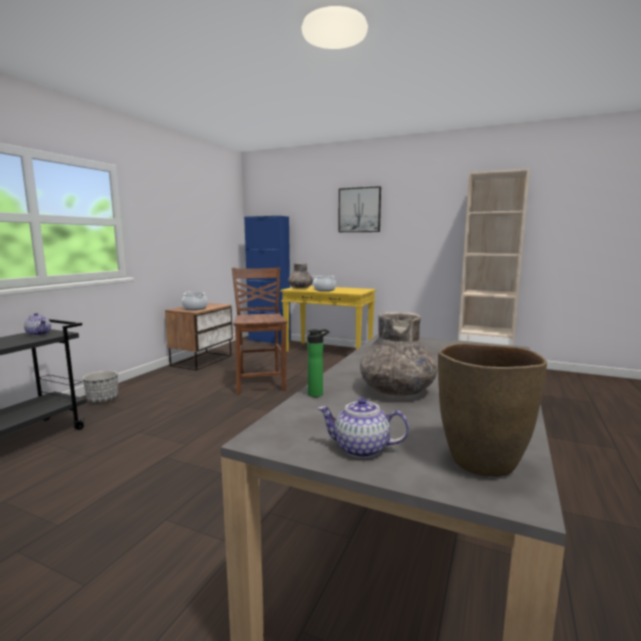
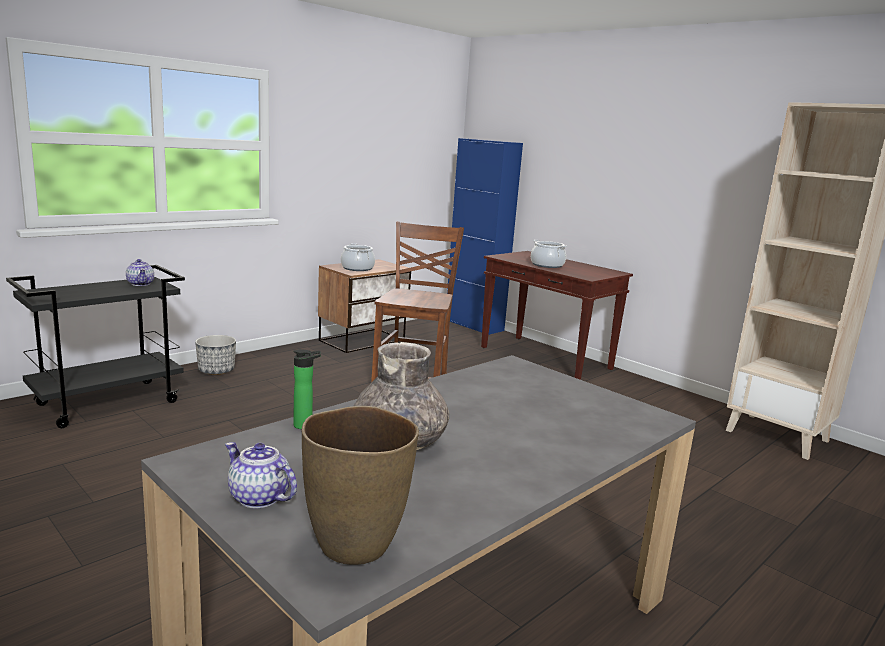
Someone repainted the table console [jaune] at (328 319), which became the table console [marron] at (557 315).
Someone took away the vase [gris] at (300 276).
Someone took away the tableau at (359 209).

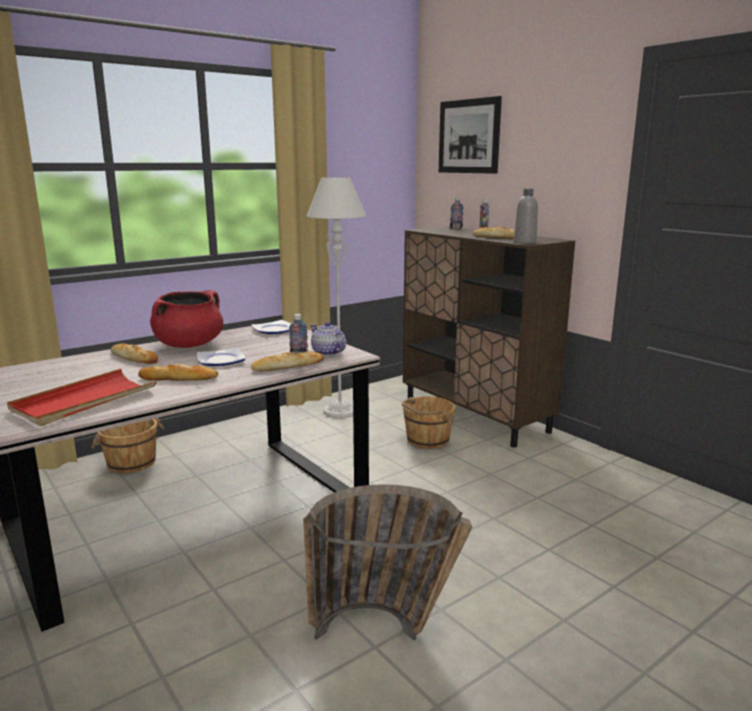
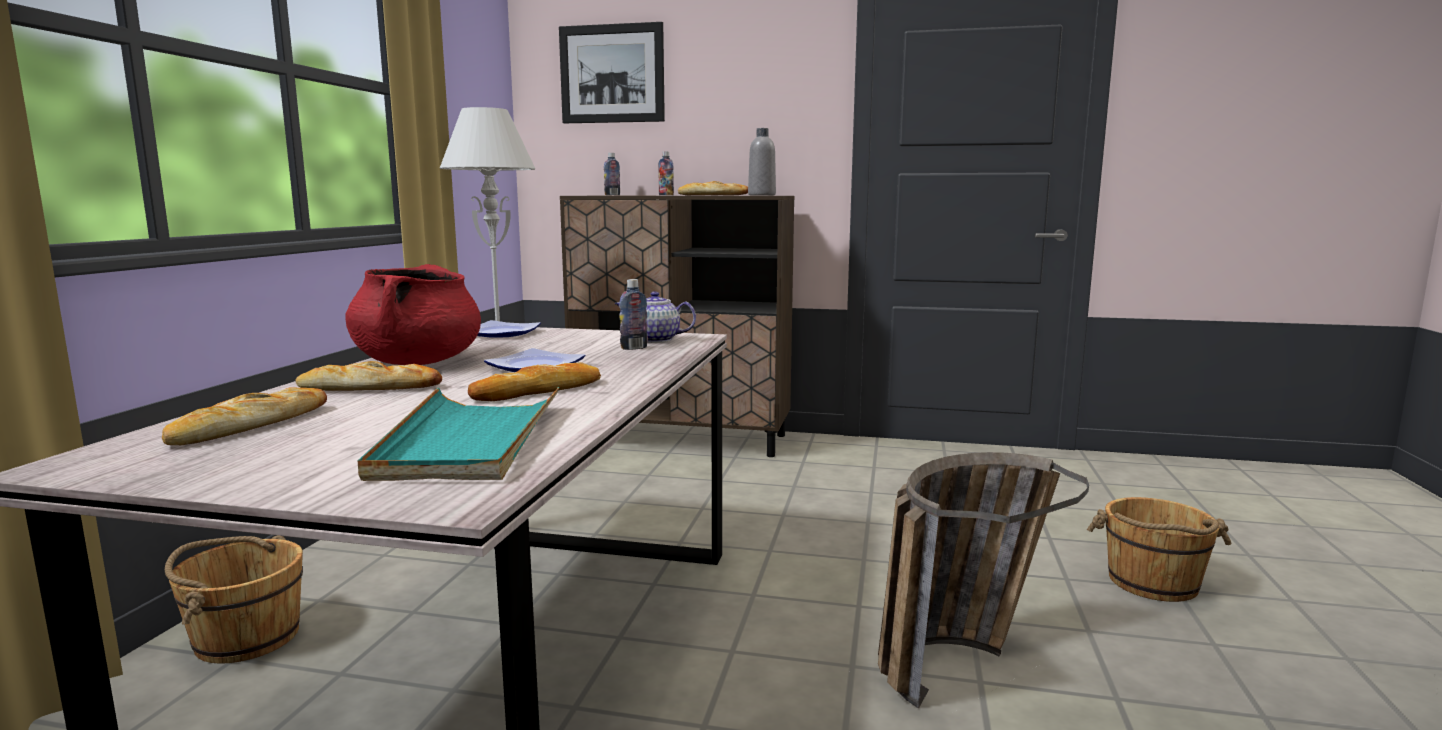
Someone carried the pain from (287 361) to (244 416).
Someone repainted the plateau [rouge] at (81 397), which became the plateau [turquoise] at (459 434).
Someone carried the seau [marron] from (428 422) to (1159 549).

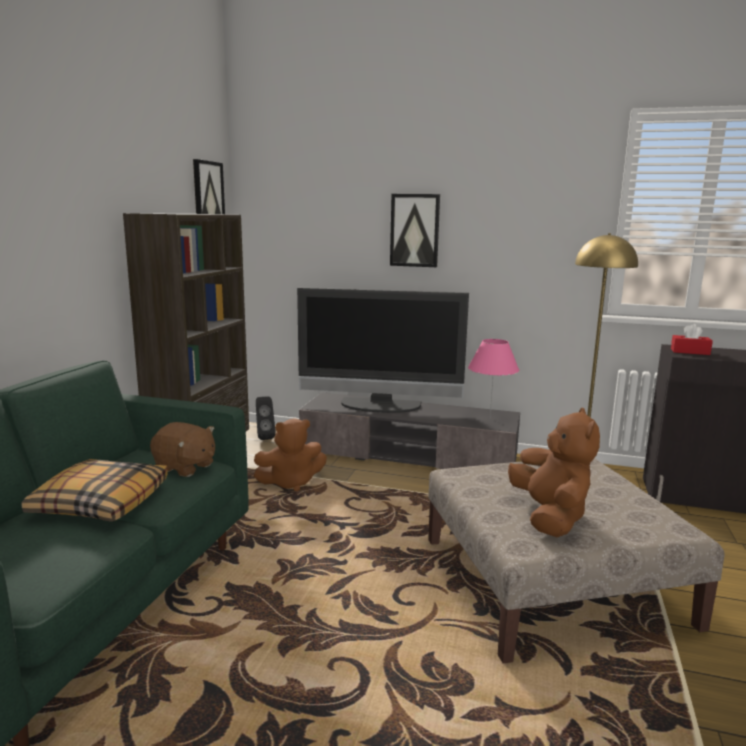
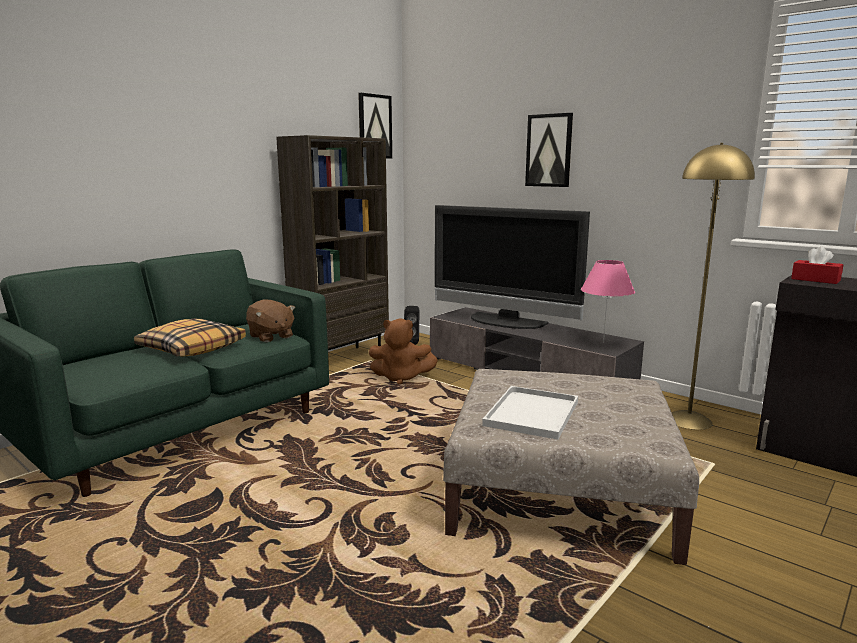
Someone swapped the peluche [marron] at (554 472) for the plateau [blanc] at (530 413).

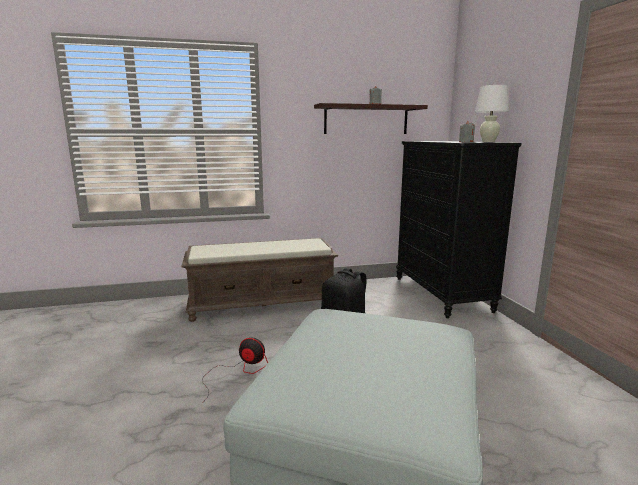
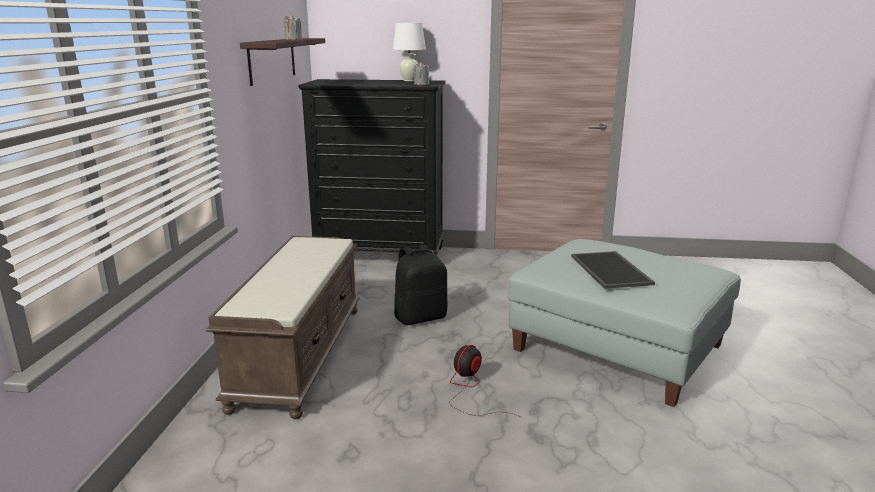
Someone put down the plateau at (613 270).

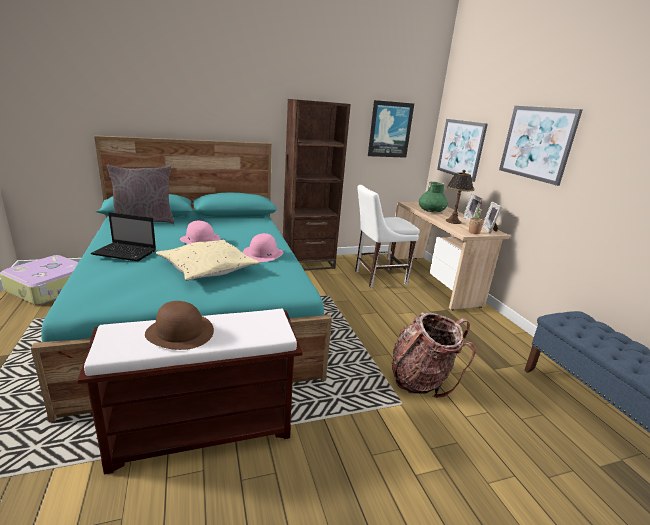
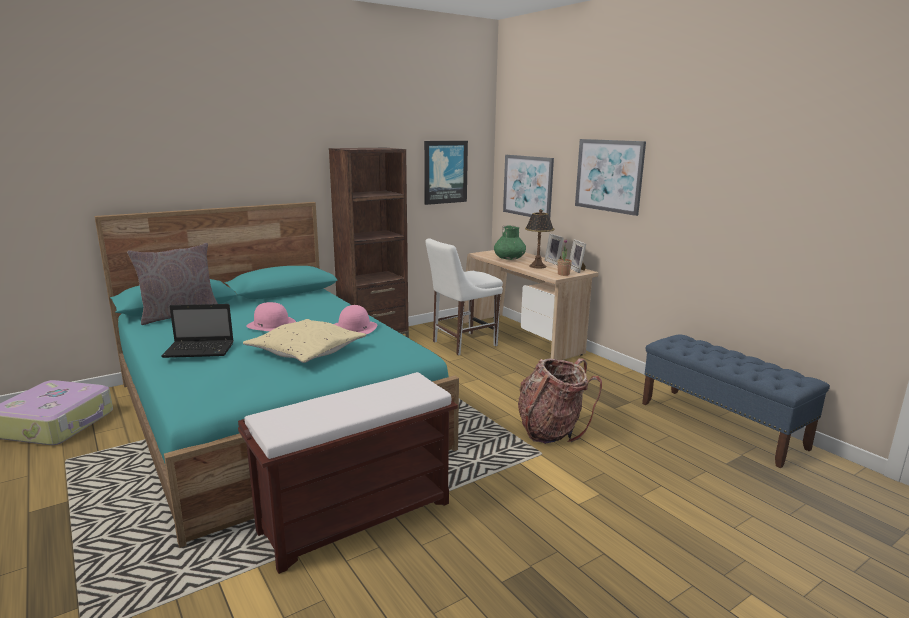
Someone took away the chapeau [marron] at (179 325).

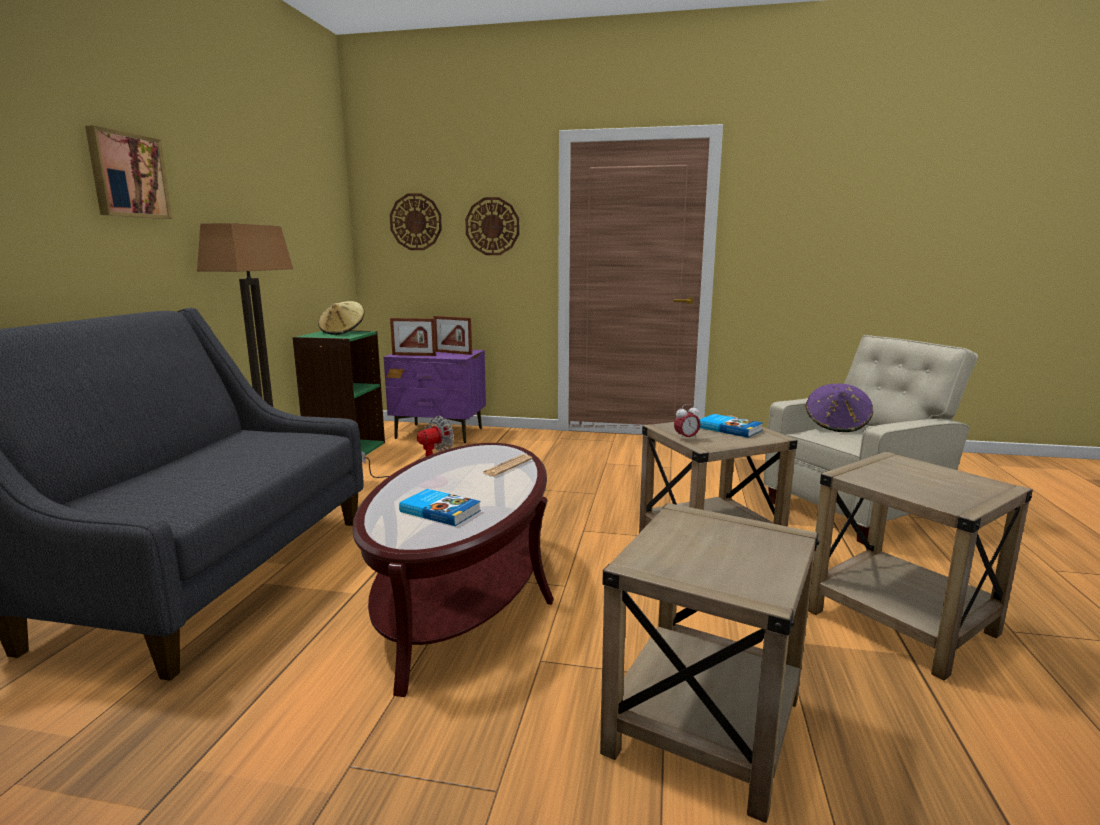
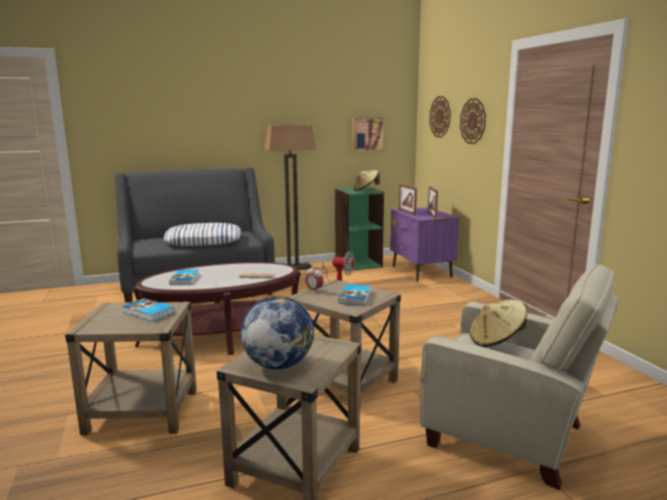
Someone put down the livre at (148 310).
Someone put down the coussin at (202 234).
Someone put down the globe at (277 332).
Someone carried the tableau from (128 172) to (368 135).
Someone repainted the chapeau [violet] at (839 407), which became the chapeau [beige] at (498 323).

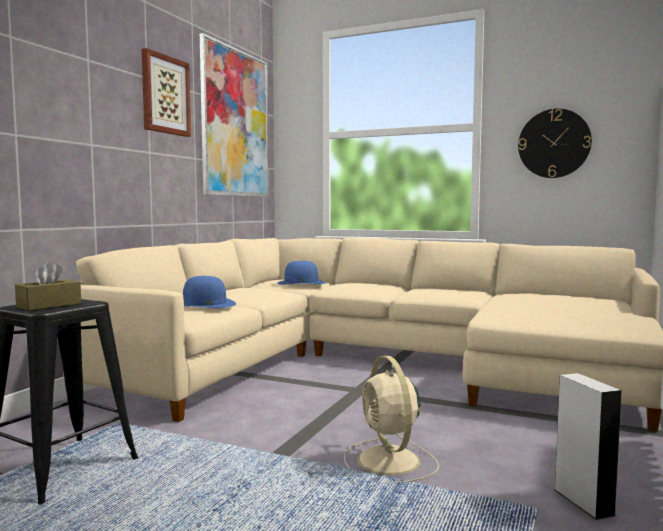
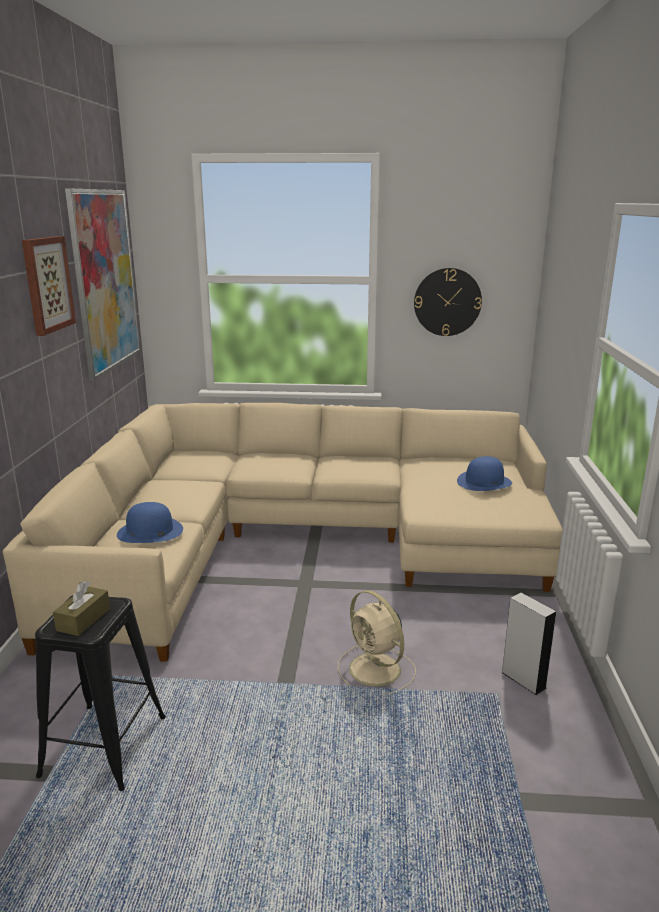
Someone carried the chapeau [bleu] from (301 272) to (484 473).

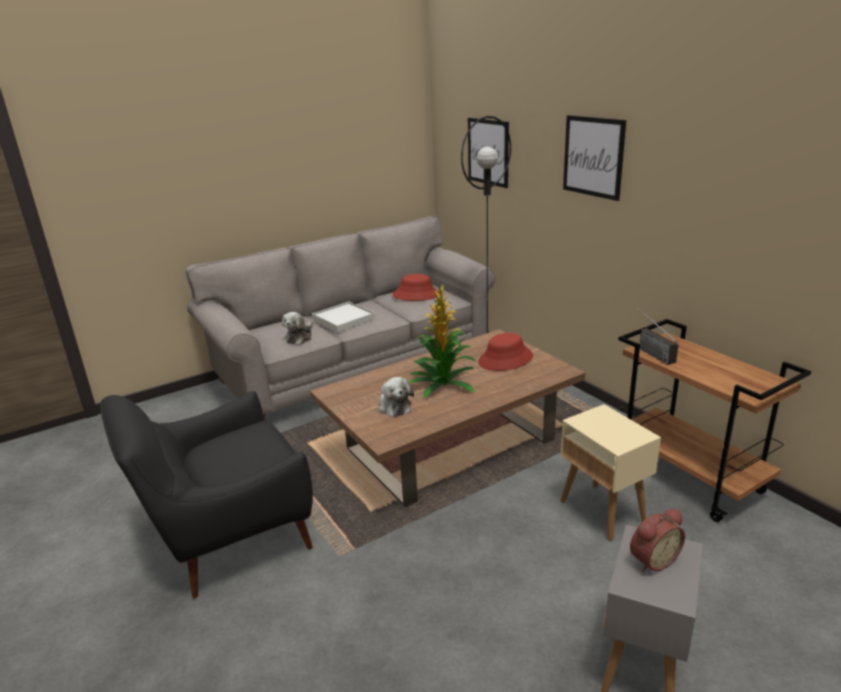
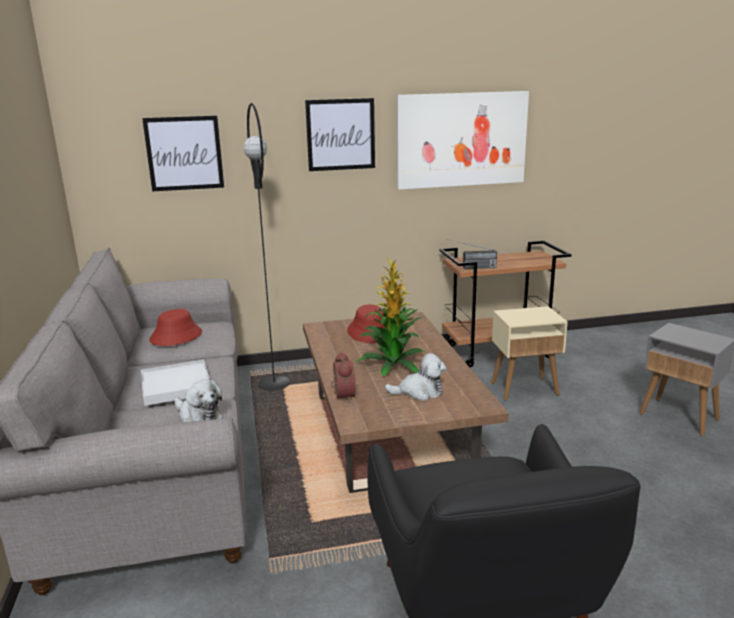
Someone carried the réveil from (657 540) to (343 377).
Someone put up the tableau at (462 140).

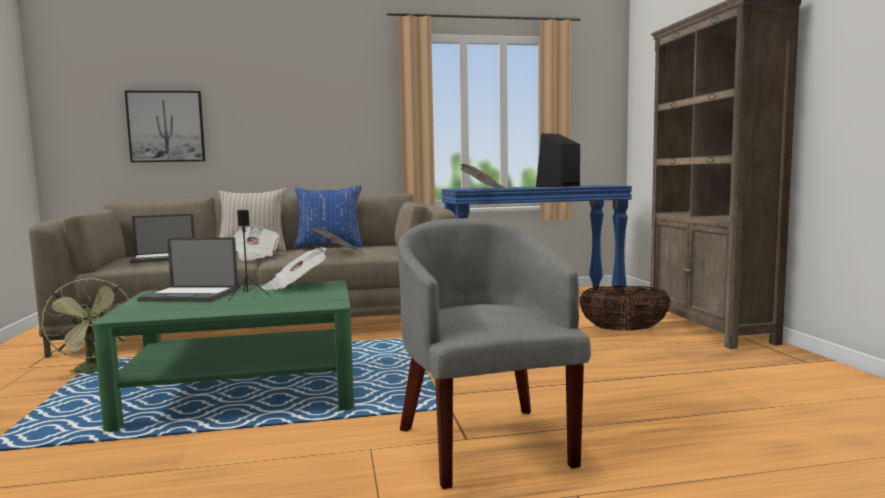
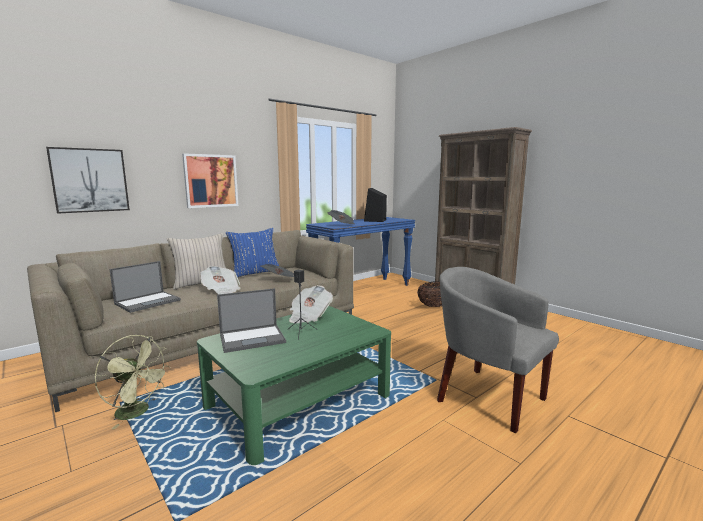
Someone put up the tableau at (210 180).

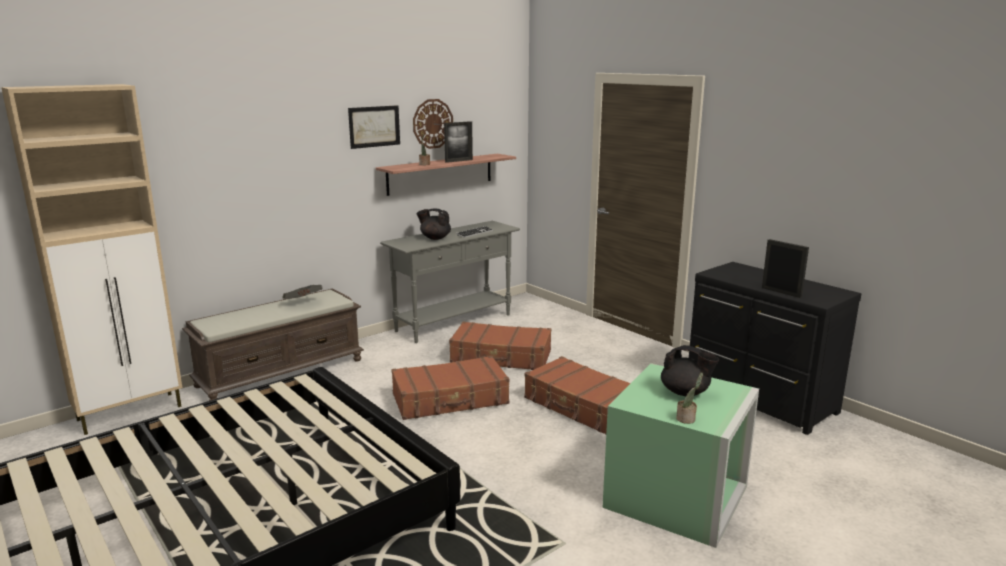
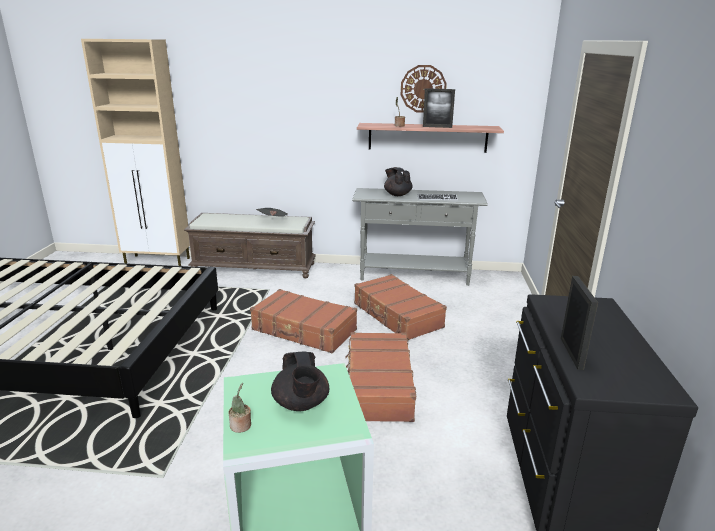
Someone took away the tableau at (374 127).

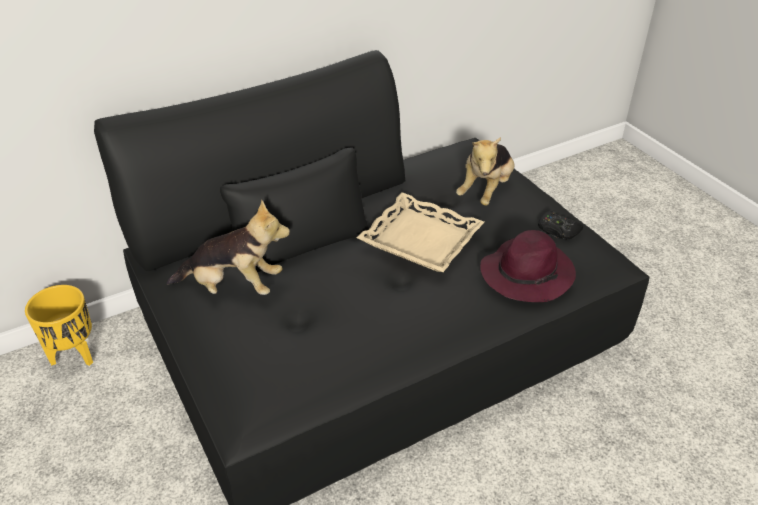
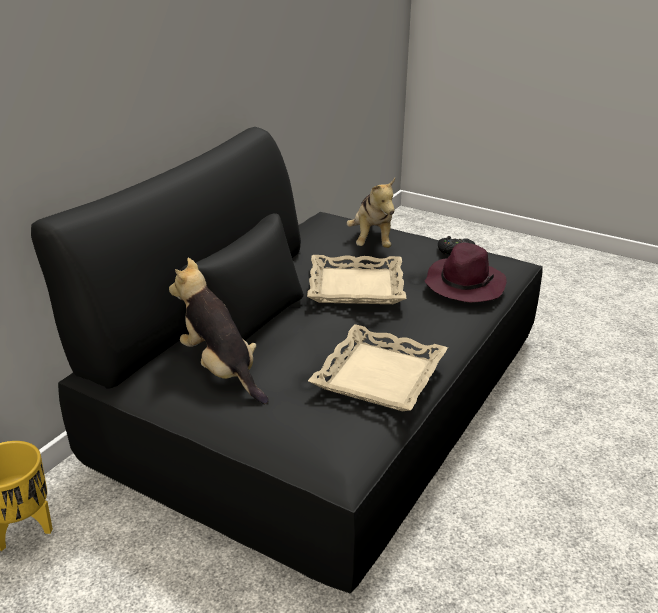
Someone rotated the peluche at (228 247) by 105 degrees counterclockwise.
Someone put down the plateau [beige] at (378 367).

